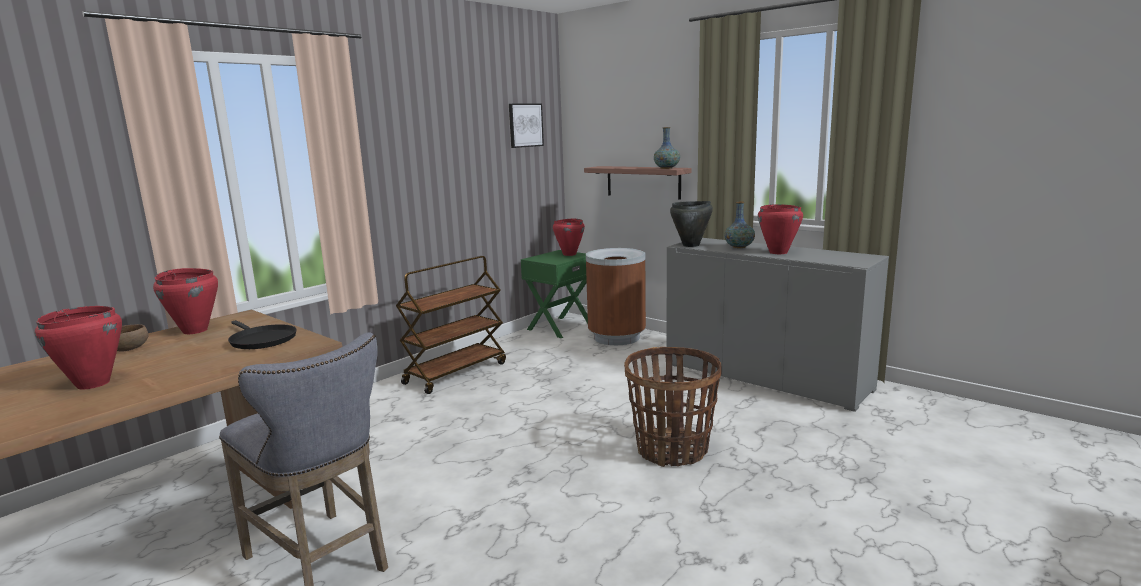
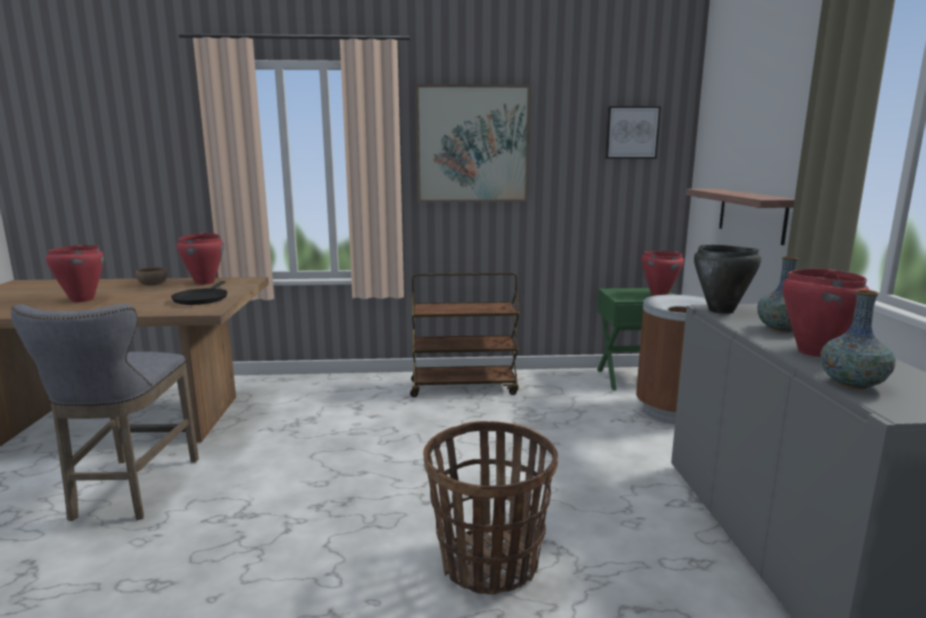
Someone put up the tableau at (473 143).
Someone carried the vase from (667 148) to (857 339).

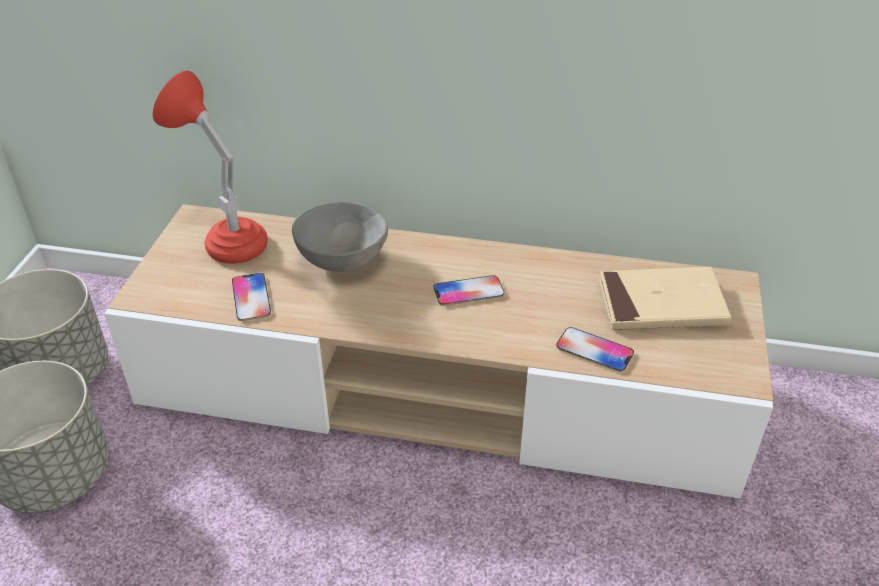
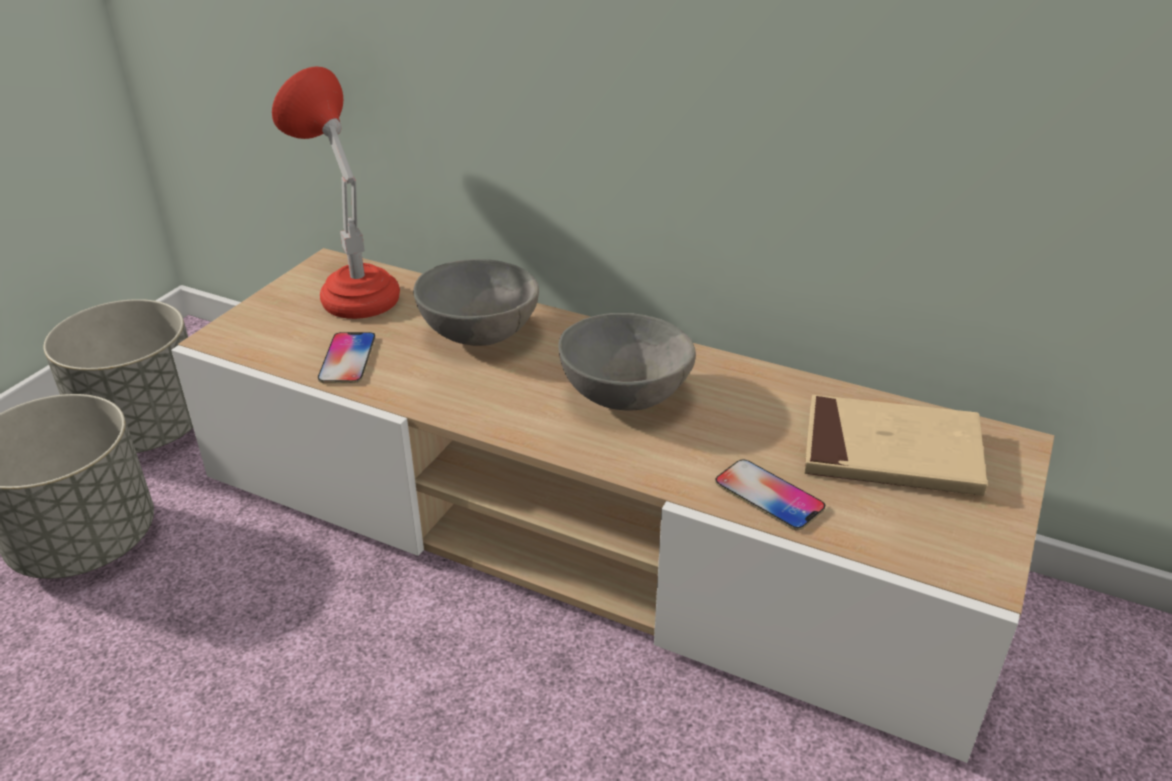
Someone swapped the téléphone at (468 290) for the bol [gris] at (627 362).

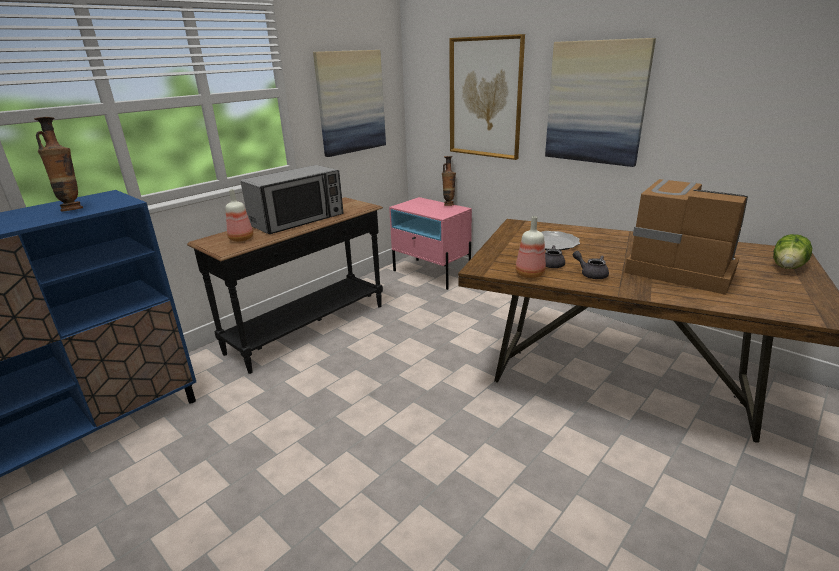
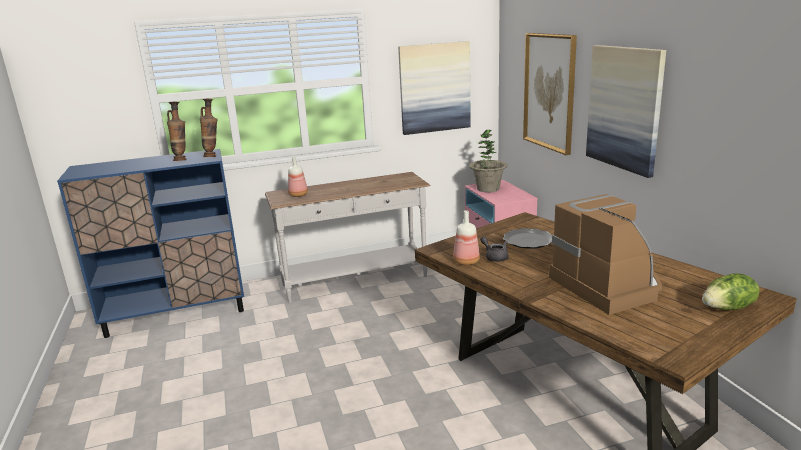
Someone carried the vase from (449 181) to (209 128).
Someone repainted the table console [noir] at (285 285), which became the table console [blanc] at (348 237).
Someone put down the plante en pot at (488 161).
Someone took away the micro-ondes at (292 199).
Someone took away the théière [gris] at (591 265).

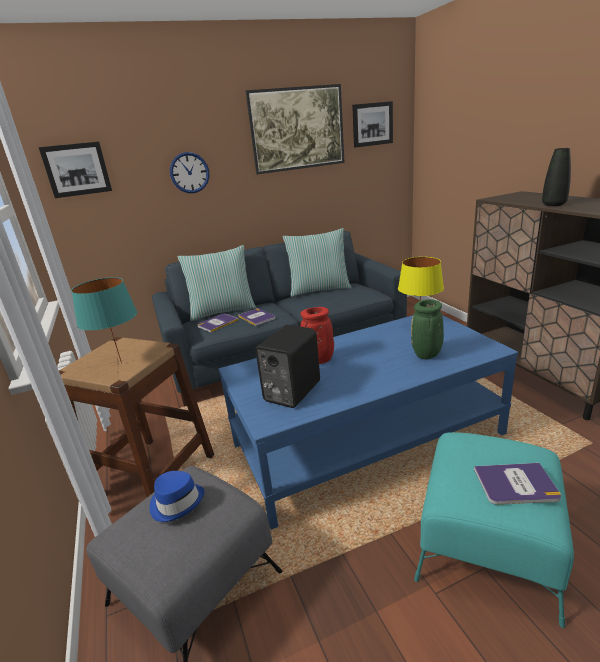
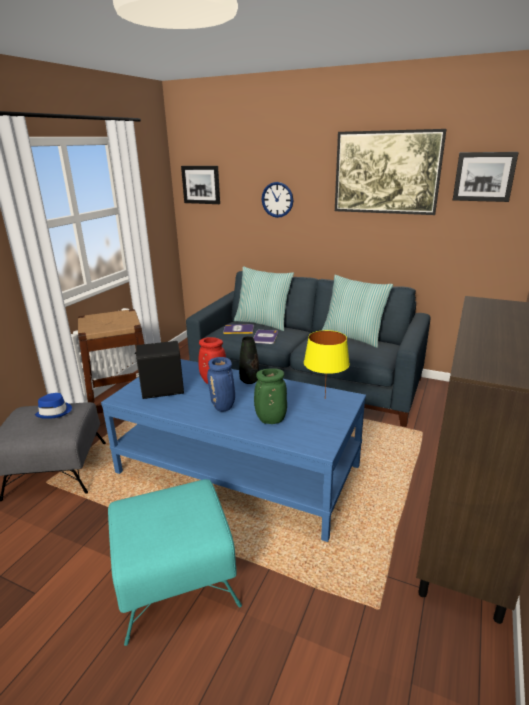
Someone put down the vase [bleu] at (221 384).
Someone carried the vase [noir] from (556 177) to (249 360).
Someone took away the lampe de table [turquoise] at (104 320).
Someone took away the livre at (517 484).

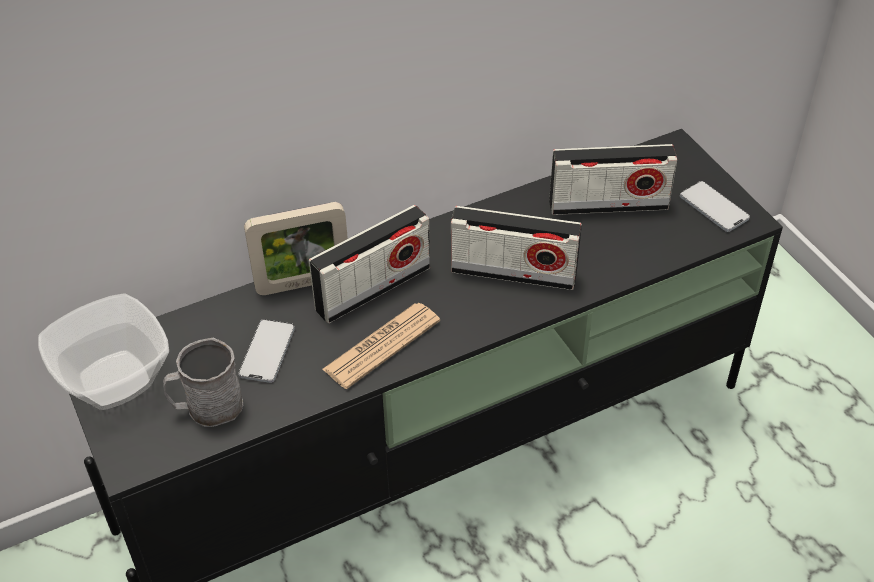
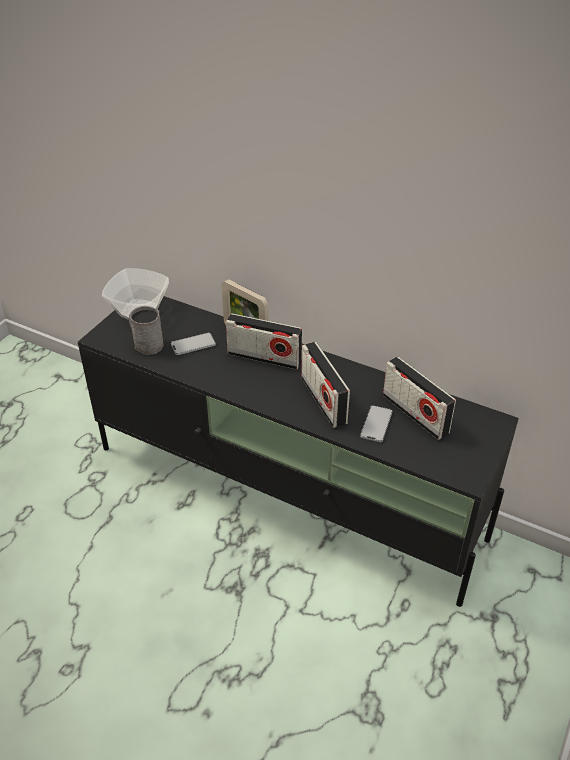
Someone carried the téléphone from (715 206) to (376 423).
Someone took away the journal at (381 346).

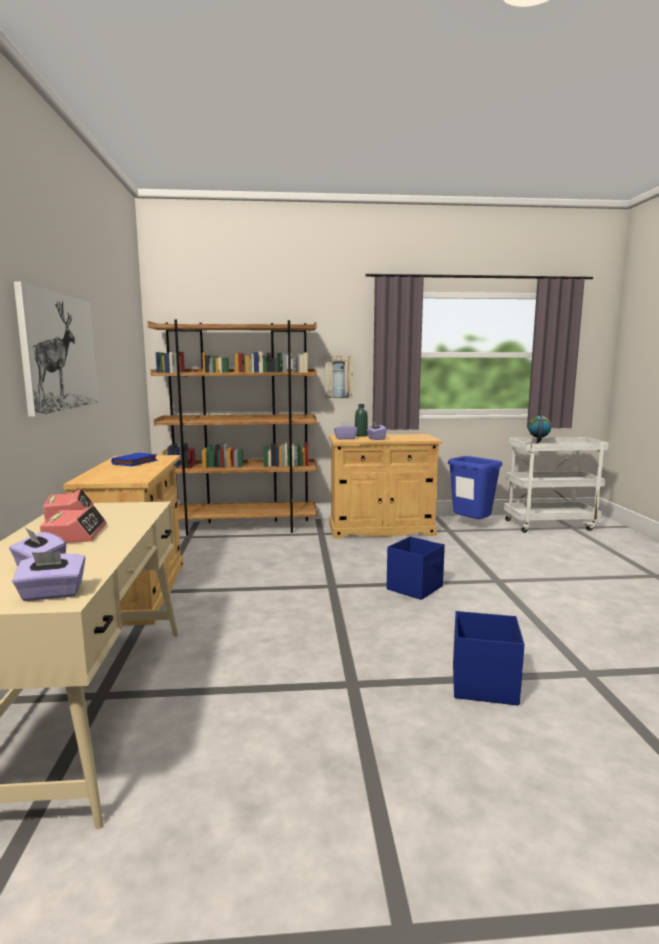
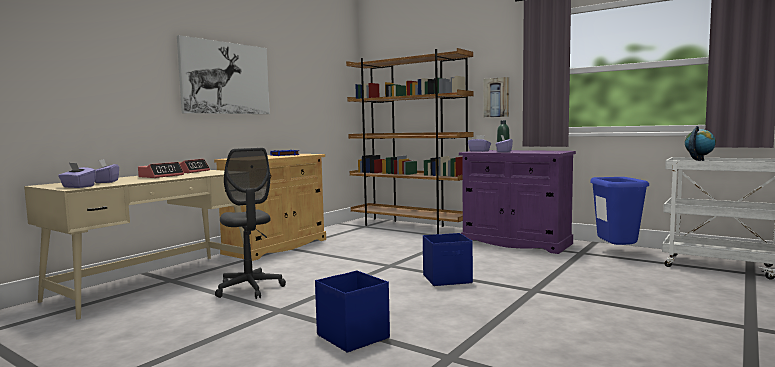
Someone put down the chaise de bureau [gris] at (250 223).
Someone repainted the meuble de rangement [beige] at (385 486), which became the meuble de rangement [violet] at (517 202).

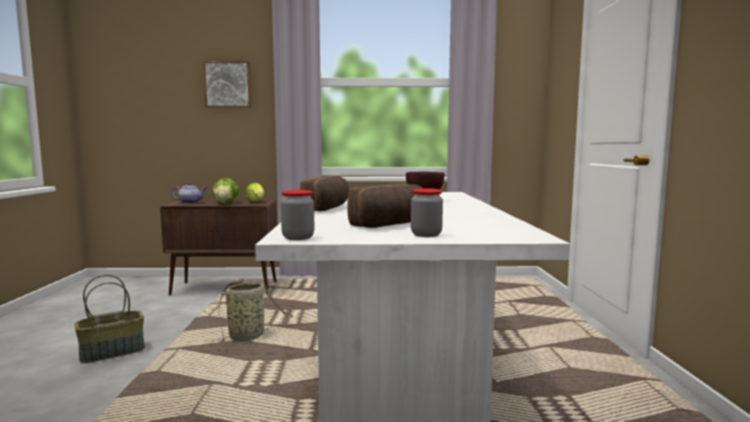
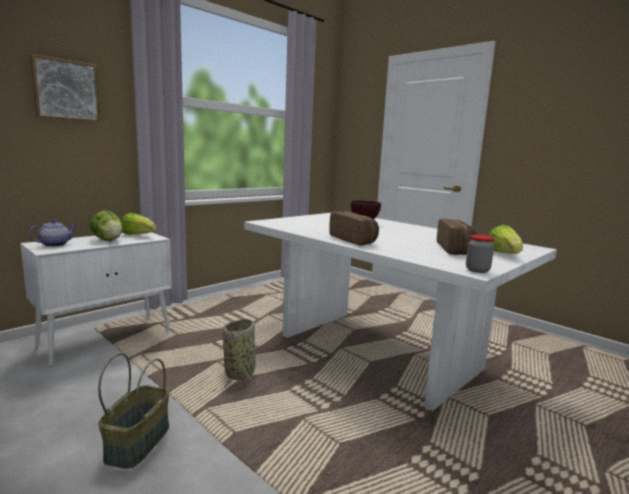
Someone repainted the meuble de rangement [marron] at (218 248), which became the meuble de rangement [blanc] at (96 299).
Someone swapped the bocal at (427 212) for the laitue at (506 239).

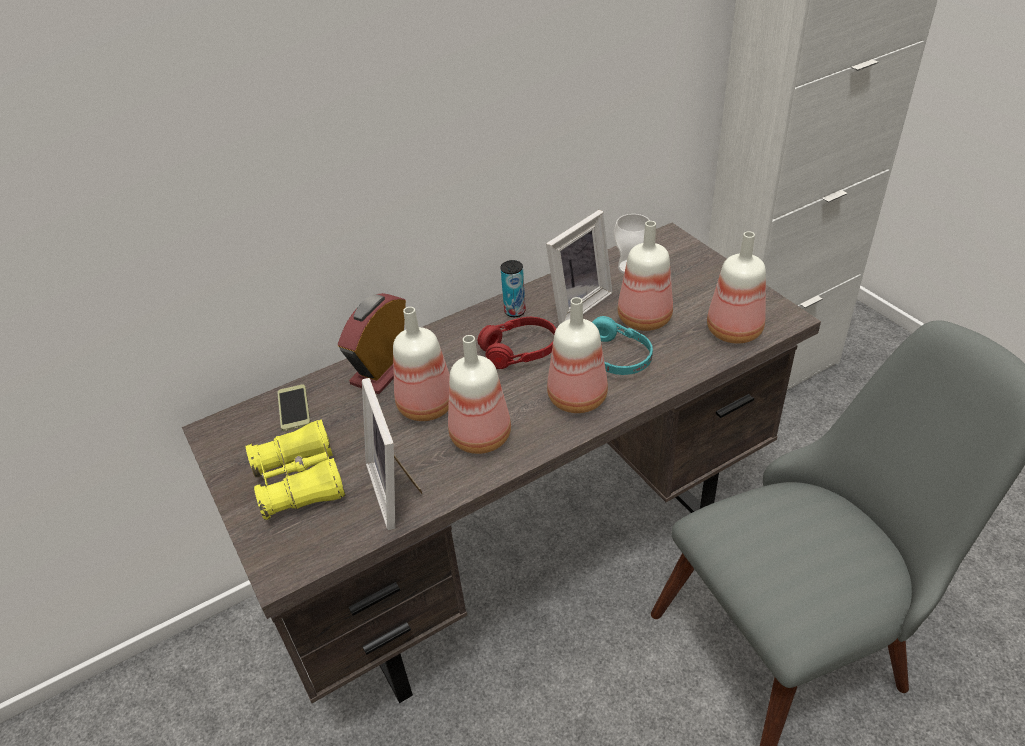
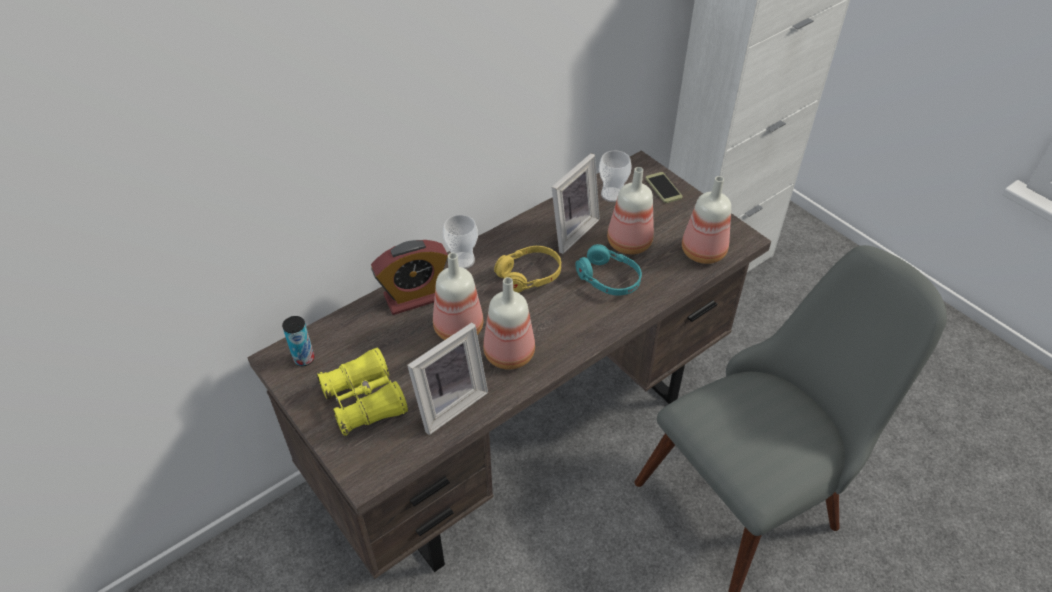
Someone carried the boîte métallique from (513 288) to (298 341).
Someone rotated the réveil at (372 343) by 135 degrees counterclockwise.
Someone rotated the cadre photo at (392 454) by 105 degrees counterclockwise.
Someone put down the tasse at (460 242).
Someone repainted the casque audio [rouge] at (517 343), which became the casque audio [jaune] at (527 269).
Someone carried the téléphone from (293 407) to (664 187).
Someone took away the bouteille at (577 355).

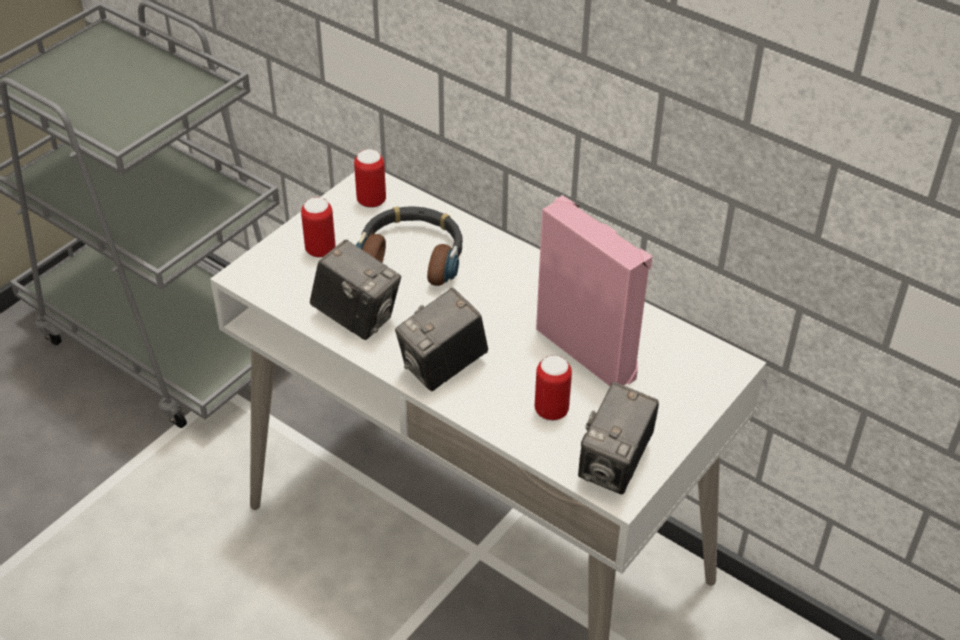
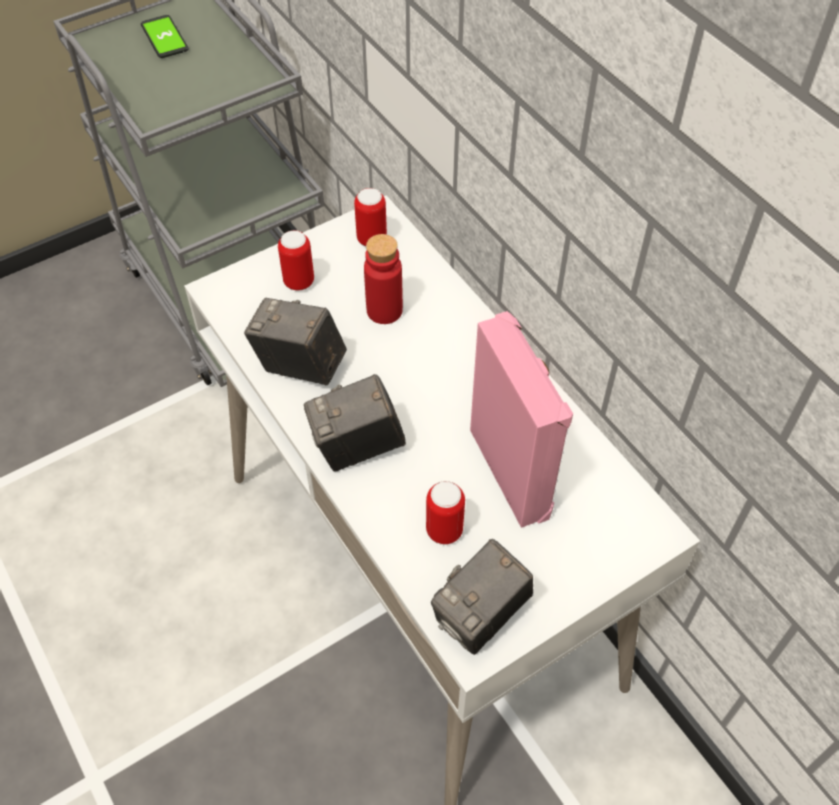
Someone put down the téléphone at (164 36).
Someone rotated the appareil photo at (355 289) by 150 degrees clockwise.
Someone swapped the casque audio at (409 246) for the bouteille [rouge] at (383 279).

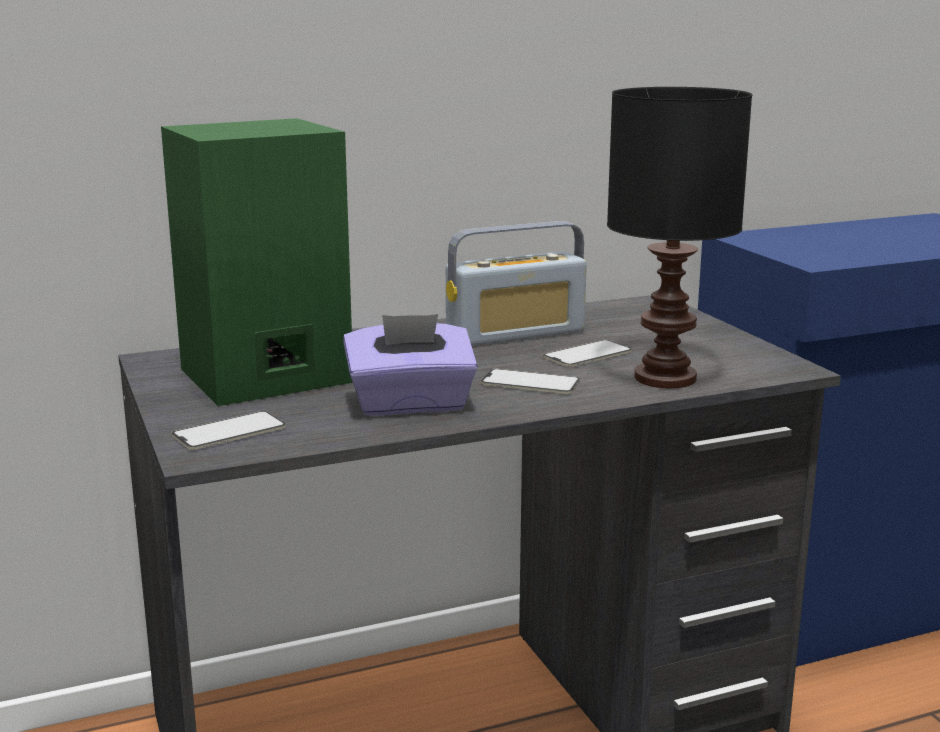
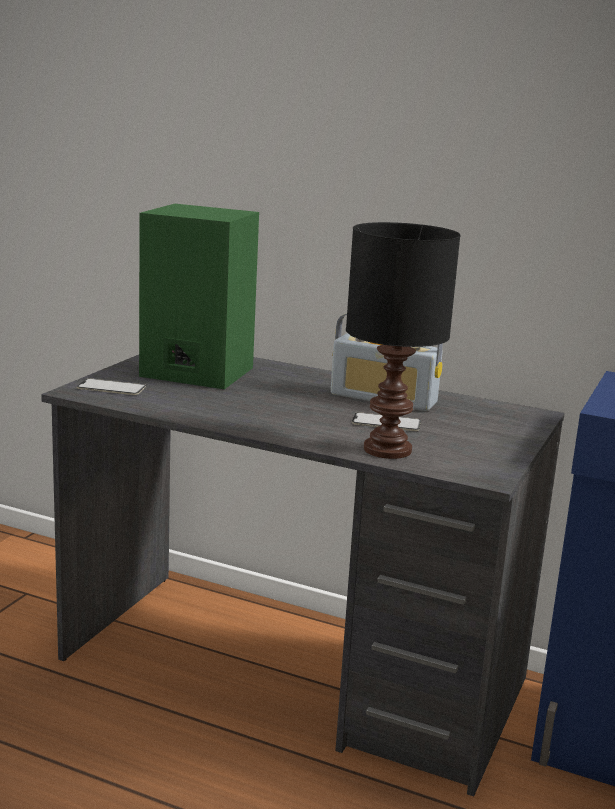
Someone took away the boîte à mouchoirs [violet] at (410 365).
Someone took away the téléphone at (530 381).

